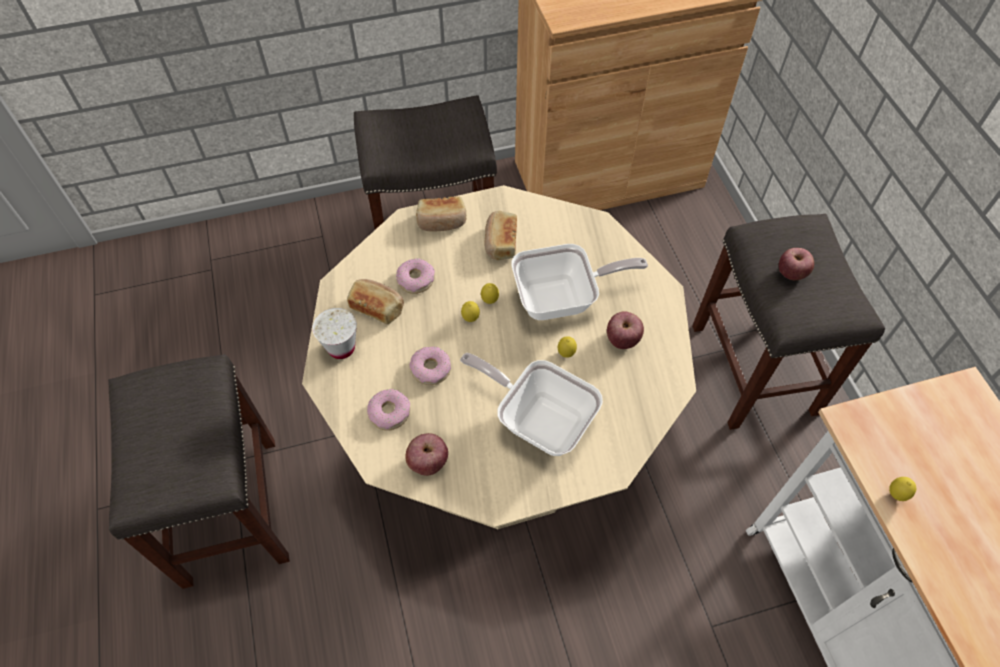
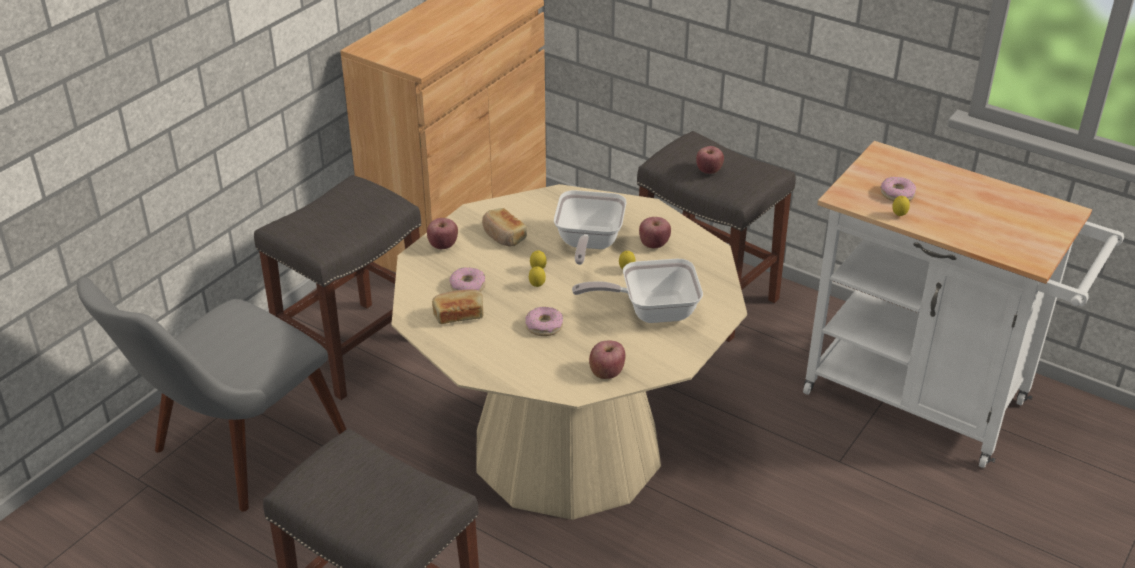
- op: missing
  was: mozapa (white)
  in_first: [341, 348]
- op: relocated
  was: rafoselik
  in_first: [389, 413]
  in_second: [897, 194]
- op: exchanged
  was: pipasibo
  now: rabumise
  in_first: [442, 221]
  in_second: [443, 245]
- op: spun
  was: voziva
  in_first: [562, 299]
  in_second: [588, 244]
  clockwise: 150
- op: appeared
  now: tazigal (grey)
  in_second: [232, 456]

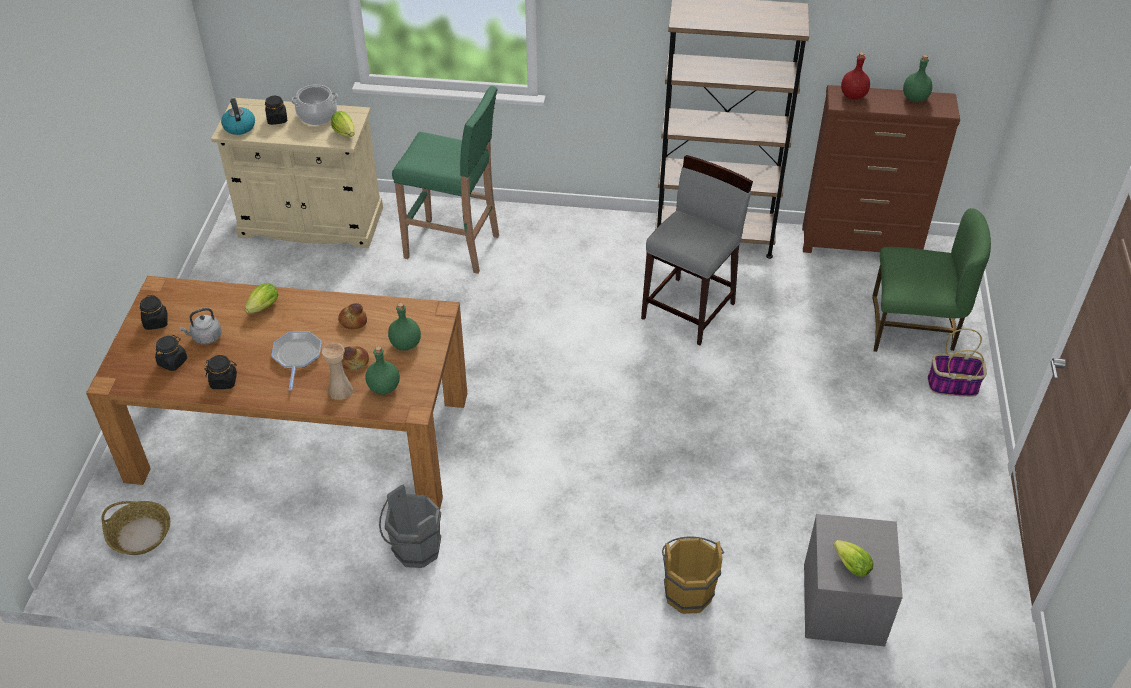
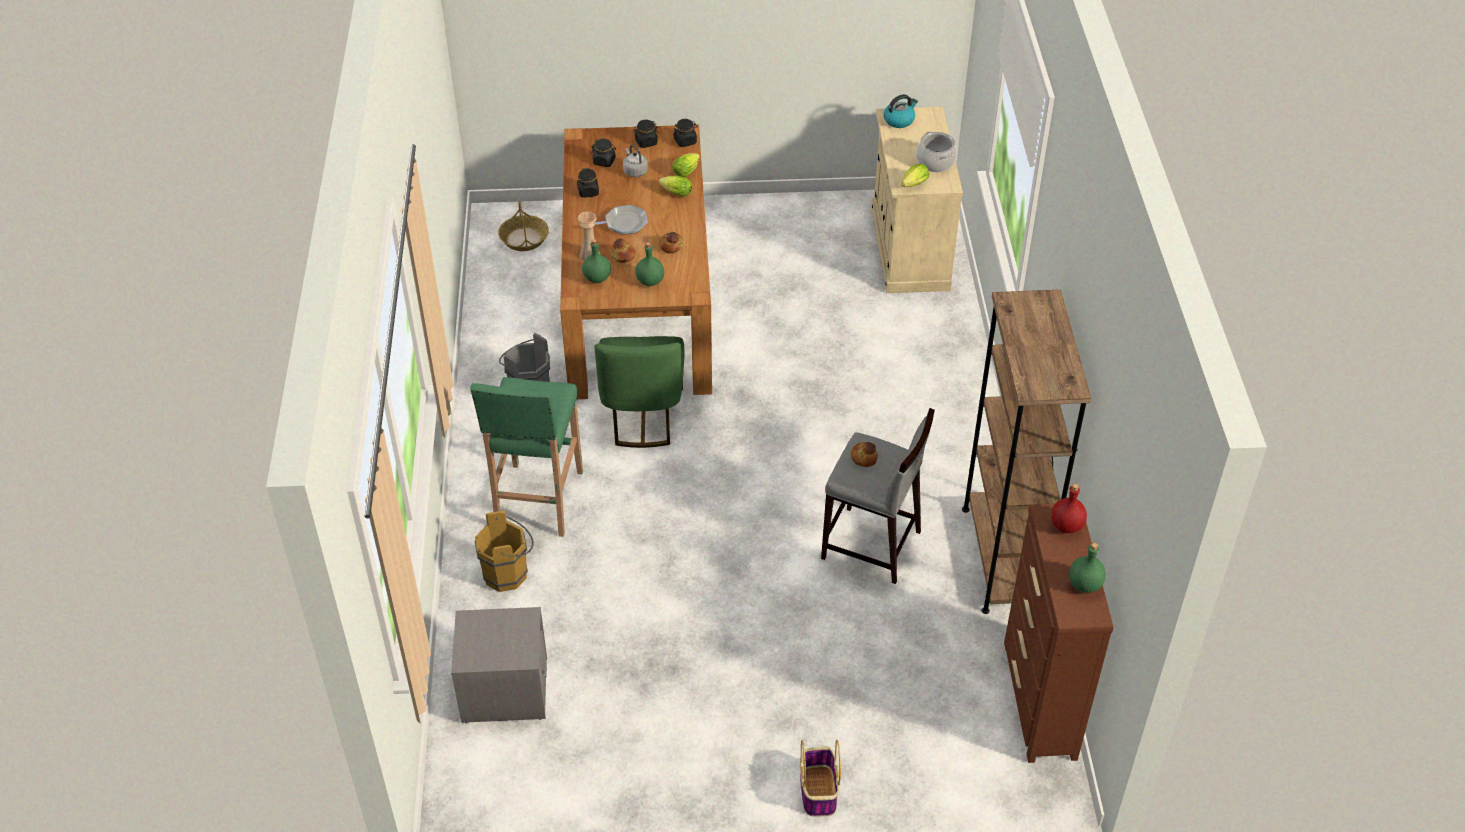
- op: relocated
  was: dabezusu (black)
  in_first: [277, 119]
  in_second: [685, 141]
- op: relocated
  was: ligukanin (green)
  in_first: [454, 247]
  in_second: [538, 501]
- op: relocated
  was: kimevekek
  in_first: [849, 564]
  in_second: [687, 171]
- op: relocated
  was: tazigal (green)
  in_first: [913, 328]
  in_second: [642, 416]
- op: appeared
  now: pipasibo
  in_second: [864, 458]

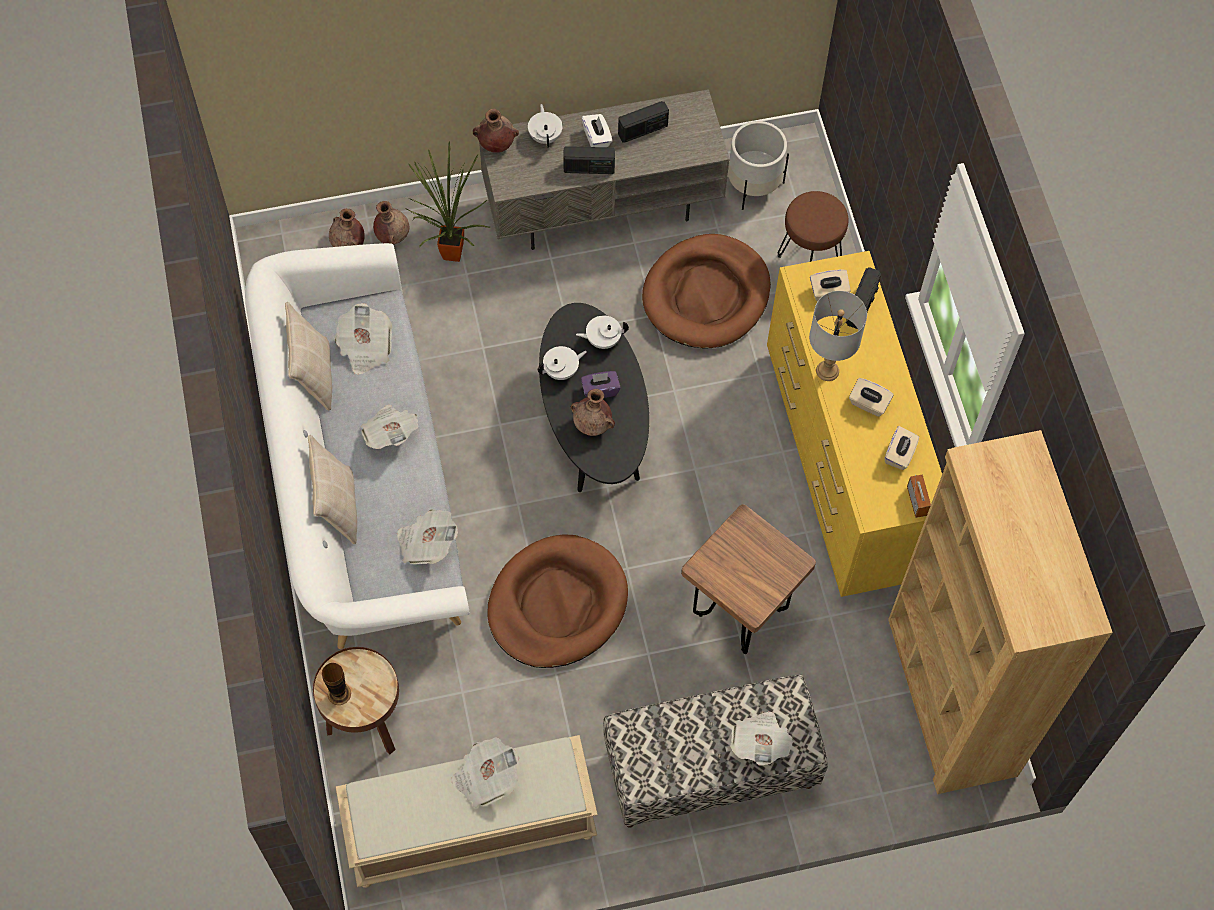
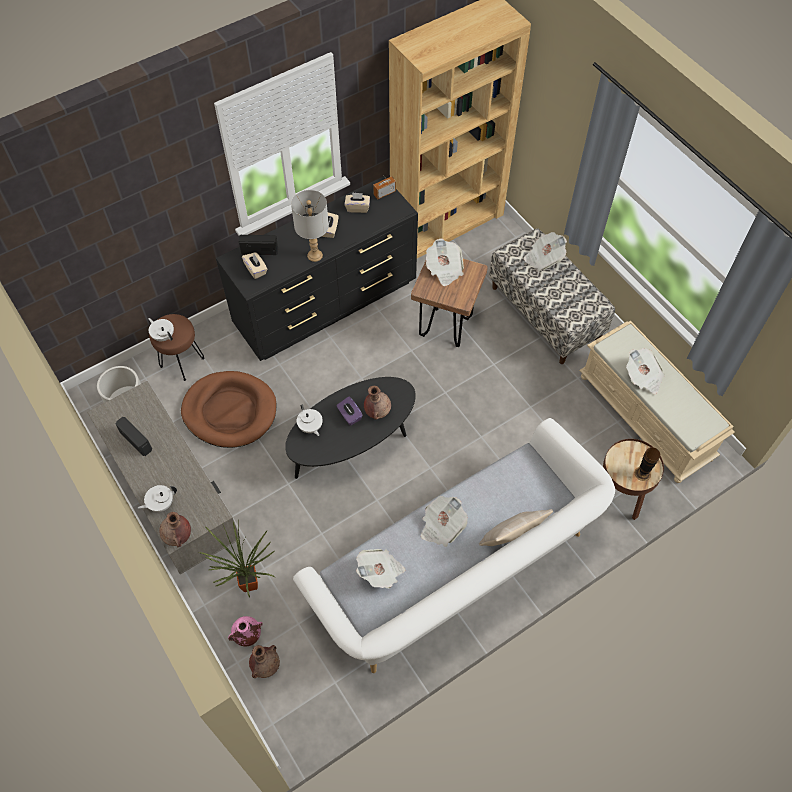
- op: missing
  was: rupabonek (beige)
  in_first: [314, 375]
- op: colour
  was: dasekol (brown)
  now: dasekol (pink)
  in_first: [392, 235]
  in_second: [247, 635]
- op: relocated
  was: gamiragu
  in_first: [427, 543]
  in_second: [444, 269]
- op: missing
  was: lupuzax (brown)
  in_first: [557, 604]
- op: relocated
  was: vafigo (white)
  in_first: [561, 371]
  in_second: [163, 336]
- op: missing
  was: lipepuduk
  in_first: [589, 168]
- op: missing
  was: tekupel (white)
  in_first: [597, 138]
- op: colour
  was: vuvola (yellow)
  now: vuvola (black)
  in_first: [843, 466]
  in_second: [327, 304]

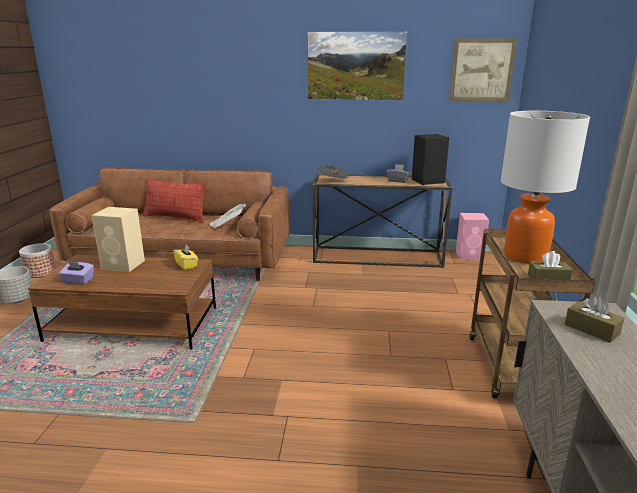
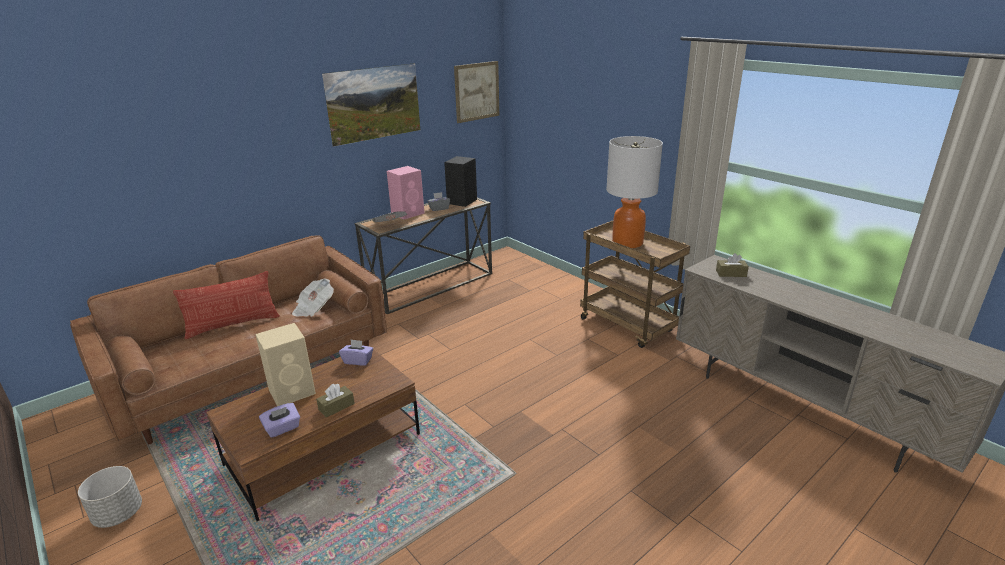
- op: missing
  was: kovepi
  in_first: [40, 272]
- op: colour
  was: tekupel (yellow)
  now: tekupel (purple)
  in_first: [186, 265]
  in_second: [358, 360]
- op: relocated
  was: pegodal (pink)
  in_first: [470, 255]
  in_second: [408, 213]
- op: relocated
  was: tekupel (brown)
  in_first: [548, 279]
  in_second: [336, 406]

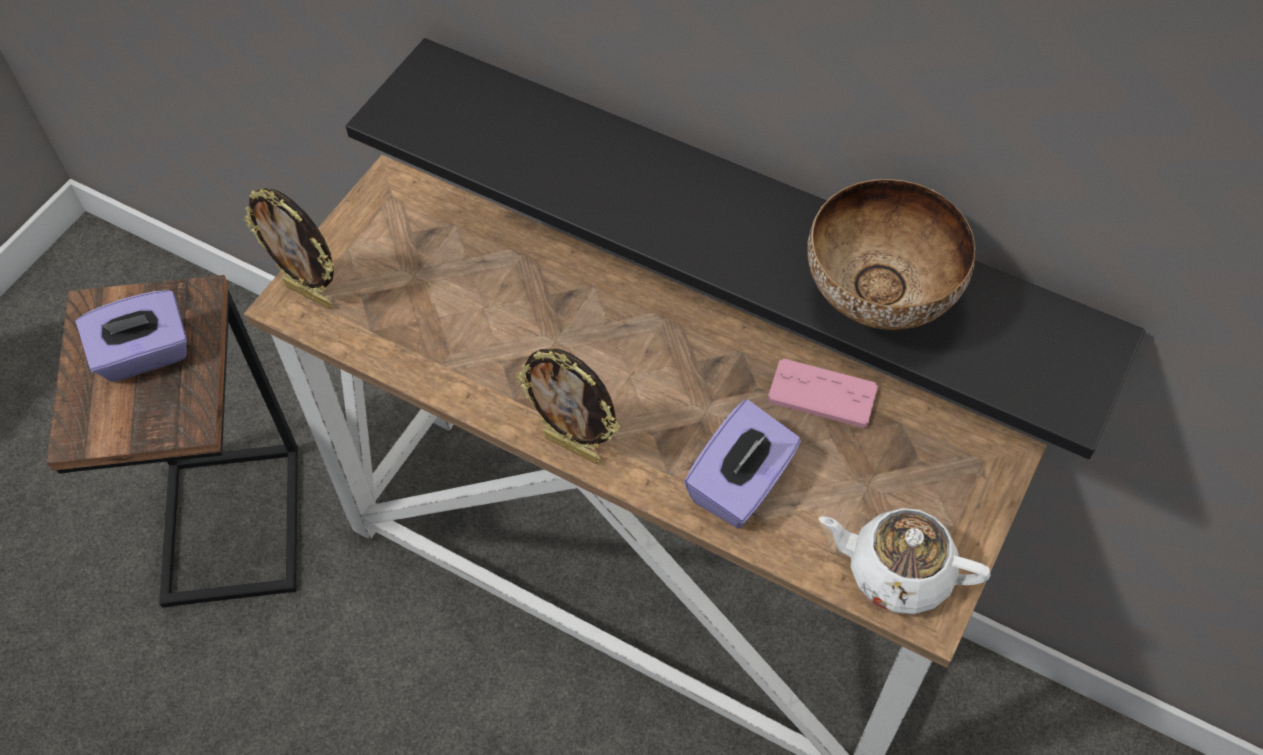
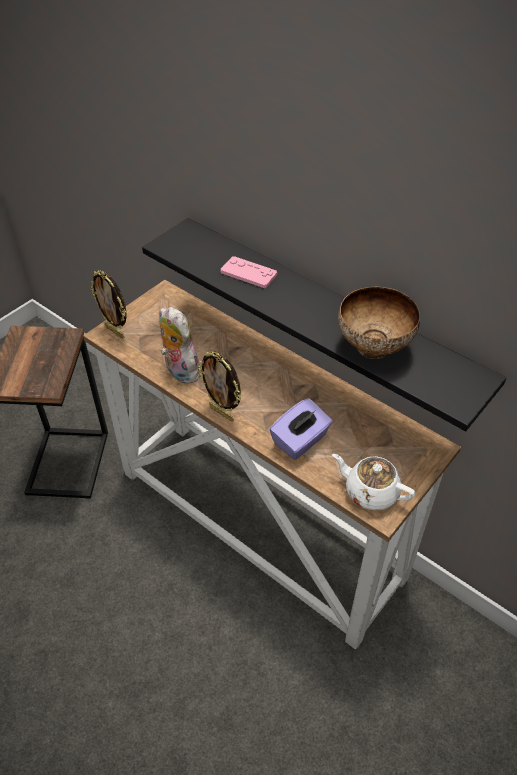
- op: missing
  was: tekupel (purple)
  in_first: [145, 355]
- op: relocated
  was: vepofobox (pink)
  in_first: [822, 394]
  in_second: [248, 273]
- op: appeared
  now: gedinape
  in_second: [179, 371]

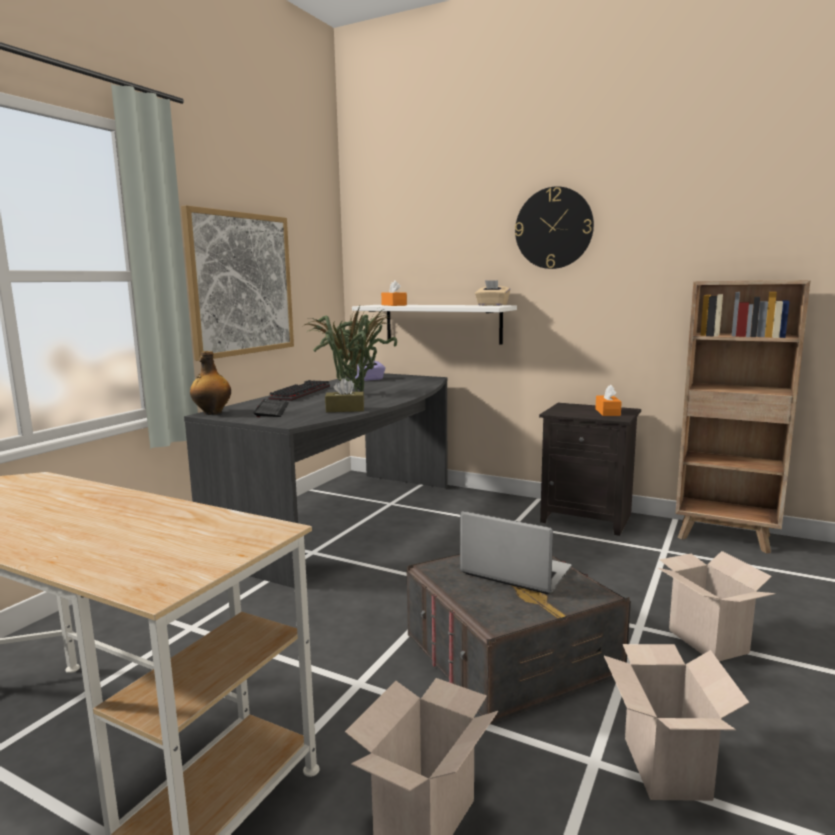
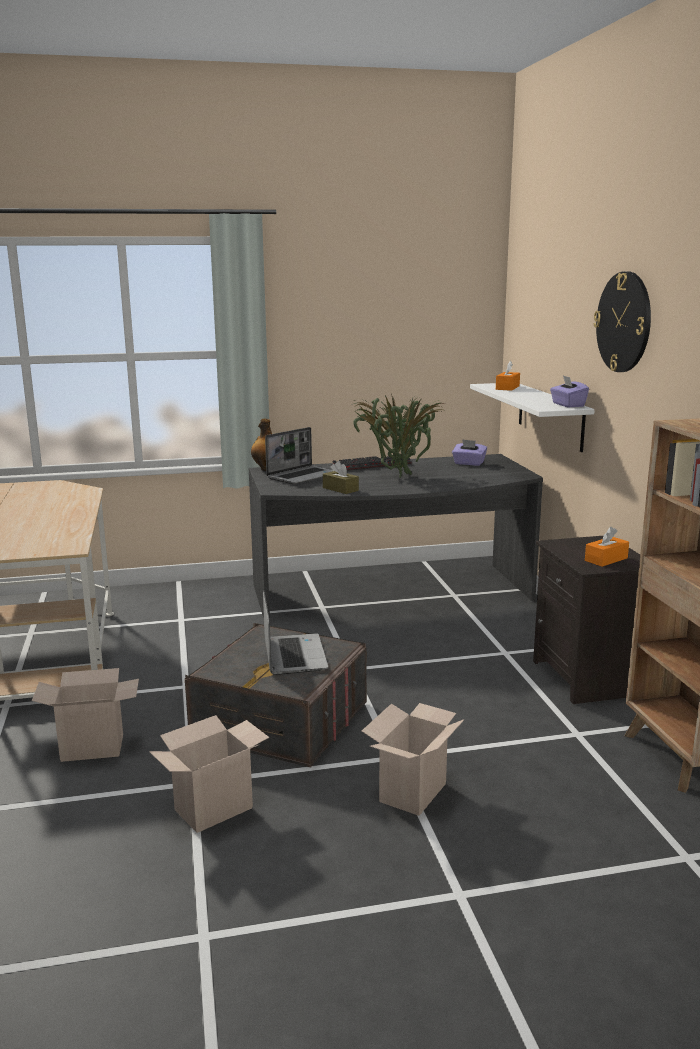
- op: missing
  was: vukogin
  in_first: [241, 284]
- op: exchanged
  was: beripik
  now: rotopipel
  in_first: [272, 410]
  in_second: [303, 476]
- op: colour
  was: tekupel (beige)
  now: tekupel (purple)
  in_first: [492, 305]
  in_second: [567, 405]

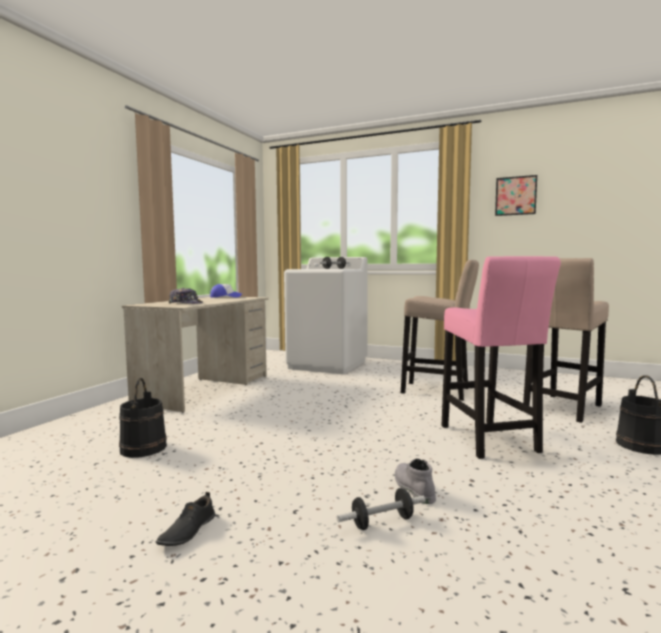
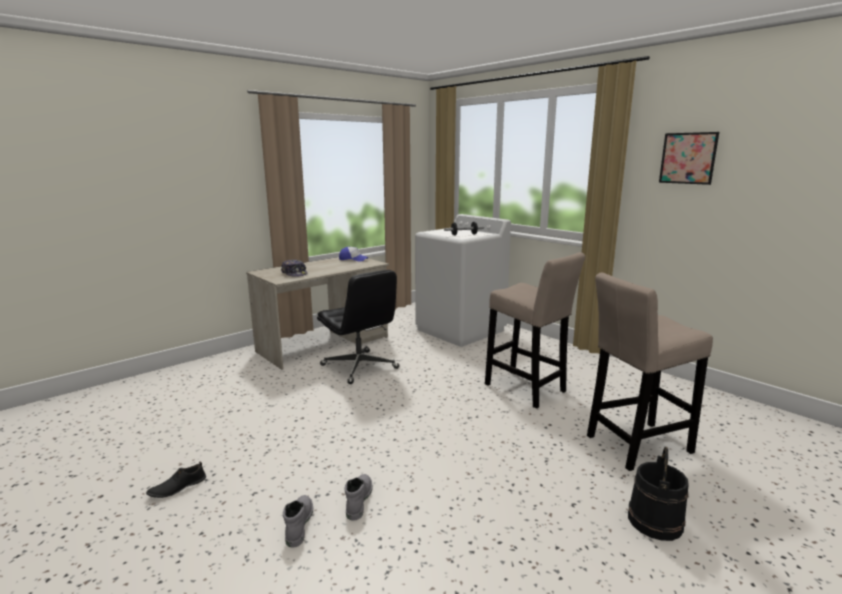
- op: missing
  was: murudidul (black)
  in_first: [143, 448]
- op: exchanged
  was: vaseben
  now: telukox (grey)
  in_first: [382, 522]
  in_second: [298, 524]
- op: missing
  was: ligukanin (pink)
  in_first: [489, 441]
- op: appeared
  now: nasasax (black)
  in_second: [360, 367]

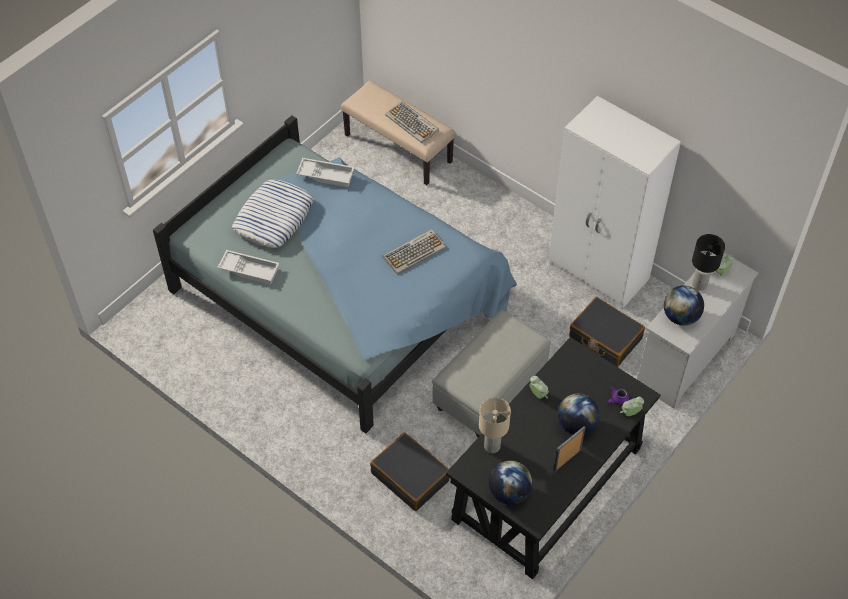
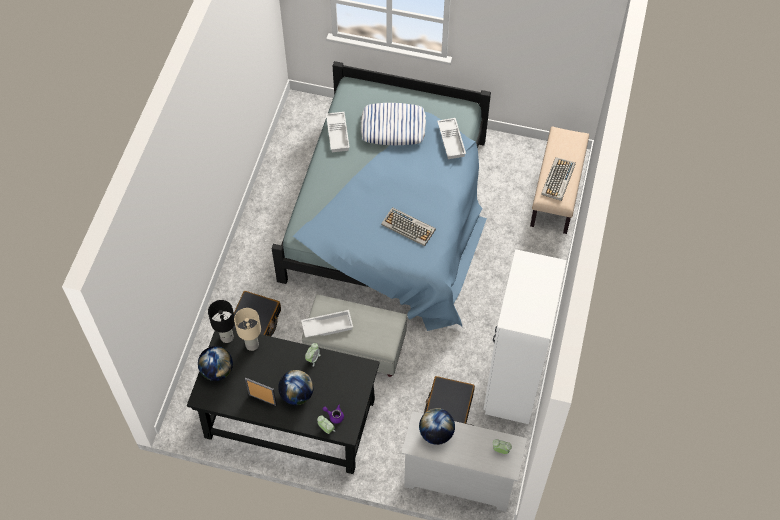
- op: relocated
  was: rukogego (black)
  in_first: [699, 284]
  in_second: [227, 337]
- op: appeared
  now: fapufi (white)
  in_second: [327, 325]

